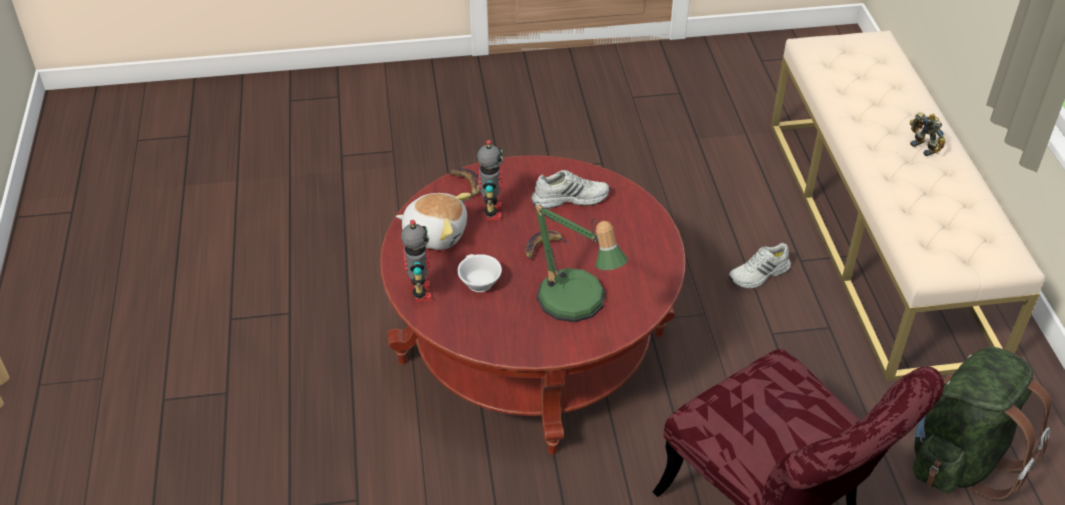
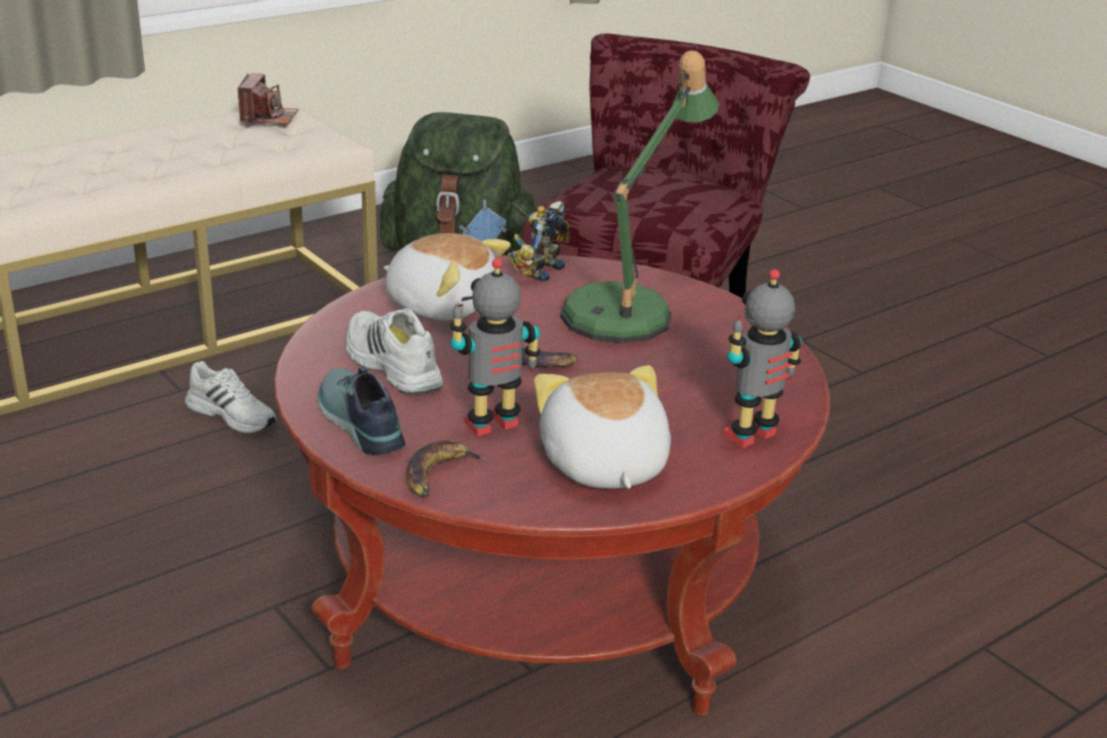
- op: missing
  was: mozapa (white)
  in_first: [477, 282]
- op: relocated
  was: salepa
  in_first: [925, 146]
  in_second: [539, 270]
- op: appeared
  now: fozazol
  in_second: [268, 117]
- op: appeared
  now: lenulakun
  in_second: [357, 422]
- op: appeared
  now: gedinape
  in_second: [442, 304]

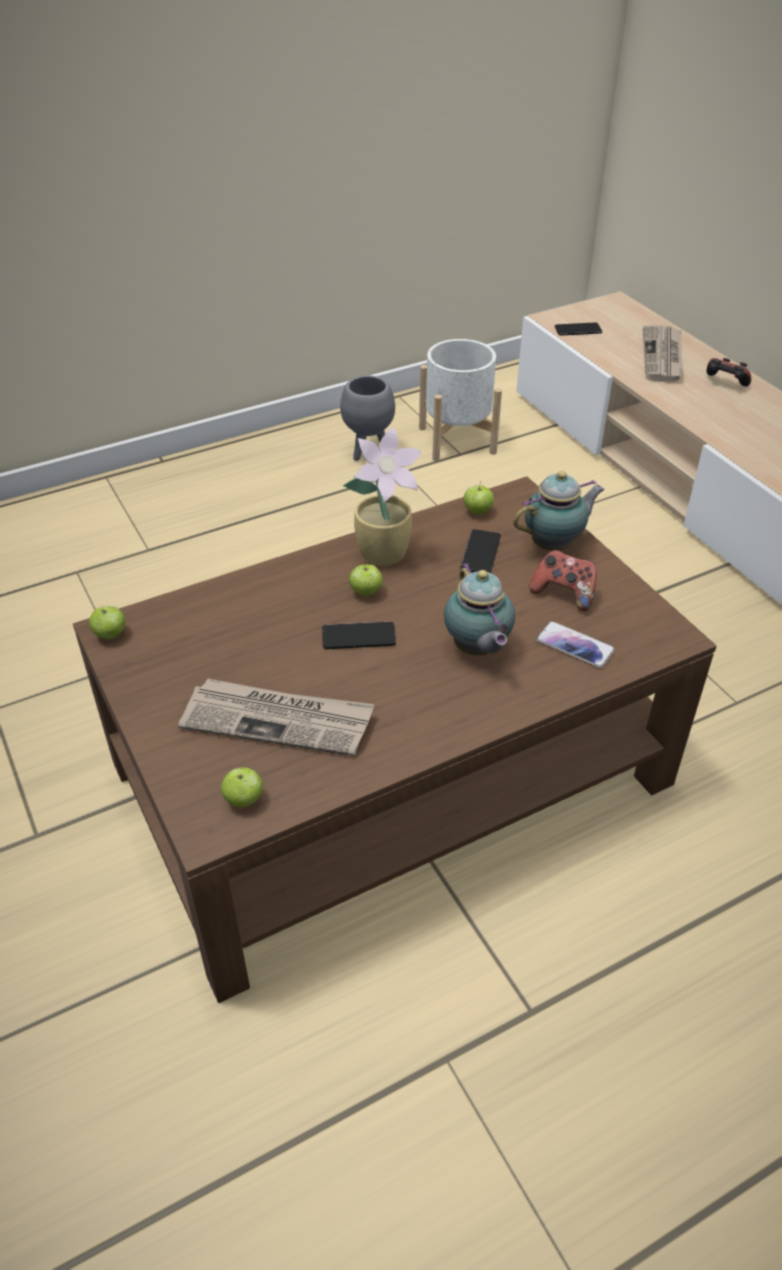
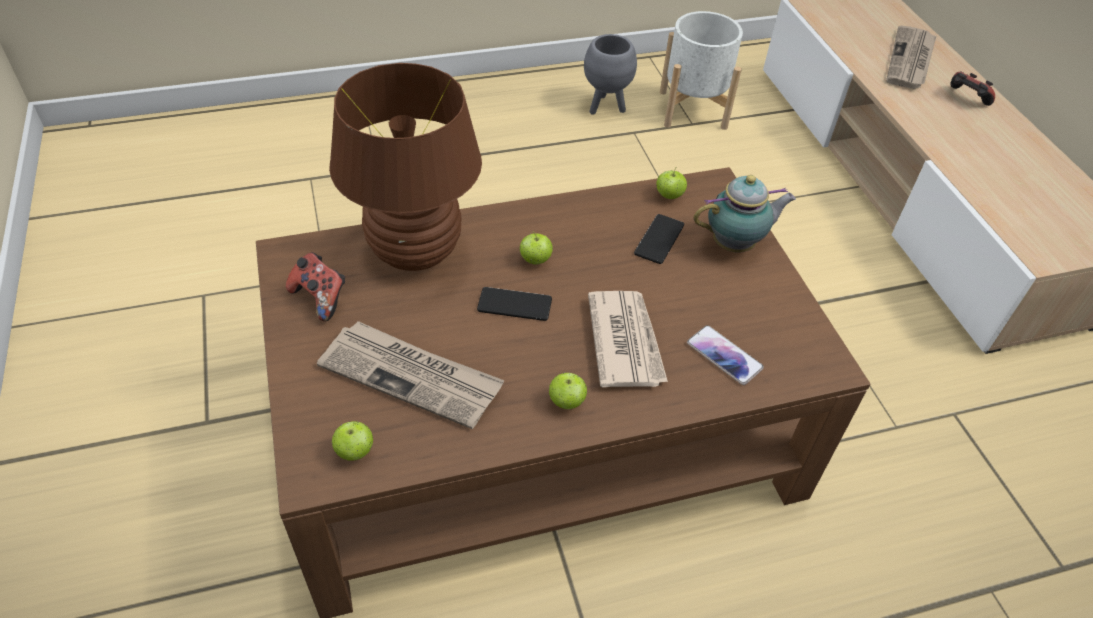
- op: relocated
  was: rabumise
  in_first: [110, 635]
  in_second: [566, 402]
- op: missing
  was: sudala
  in_first: [386, 553]
- op: exchanged
  was: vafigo
  now: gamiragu
  in_first: [477, 649]
  in_second: [625, 341]
- op: relocated
  was: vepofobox
  in_first: [563, 593]
  in_second: [320, 298]
- op: missing
  was: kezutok
  in_first: [578, 330]
- op: appeared
  now: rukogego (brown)
  in_second: [415, 251]

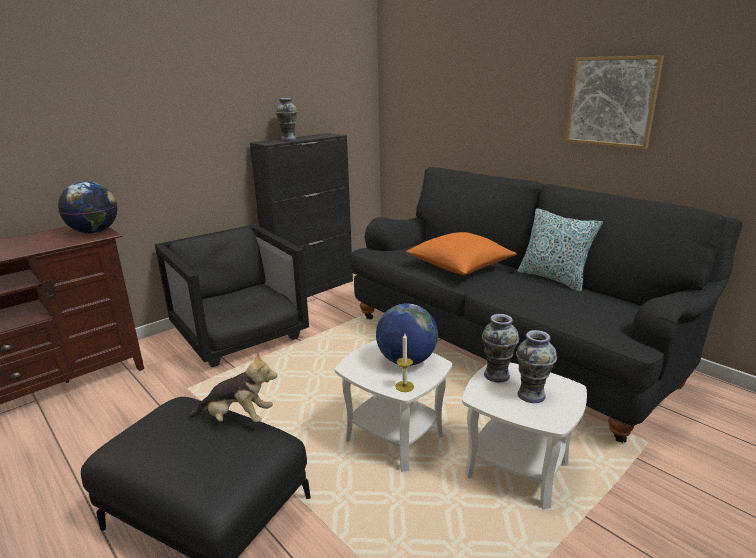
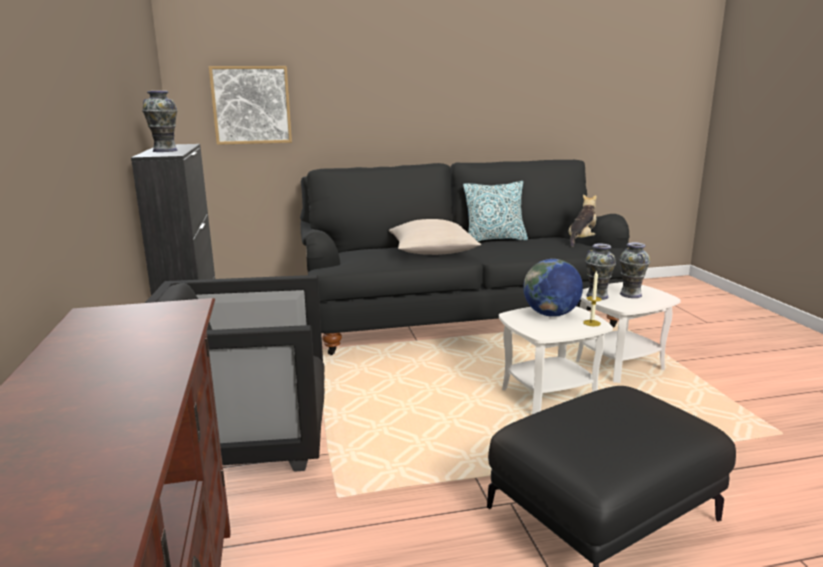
- op: missing
  was: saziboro
  in_first: [94, 232]
- op: relocated
  was: gedinape
  in_first: [237, 418]
  in_second: [582, 240]
- op: colour
  was: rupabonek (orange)
  now: rupabonek (beige)
  in_first: [460, 266]
  in_second: [432, 251]
- op: relocated
  was: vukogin
  in_first: [612, 101]
  in_second: [251, 105]

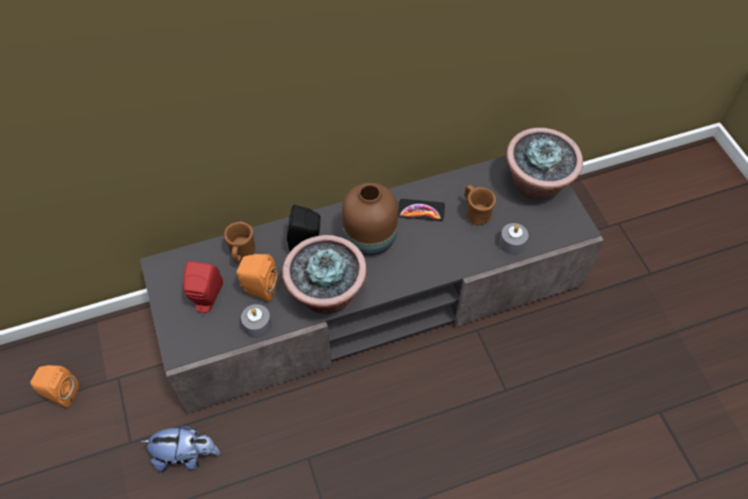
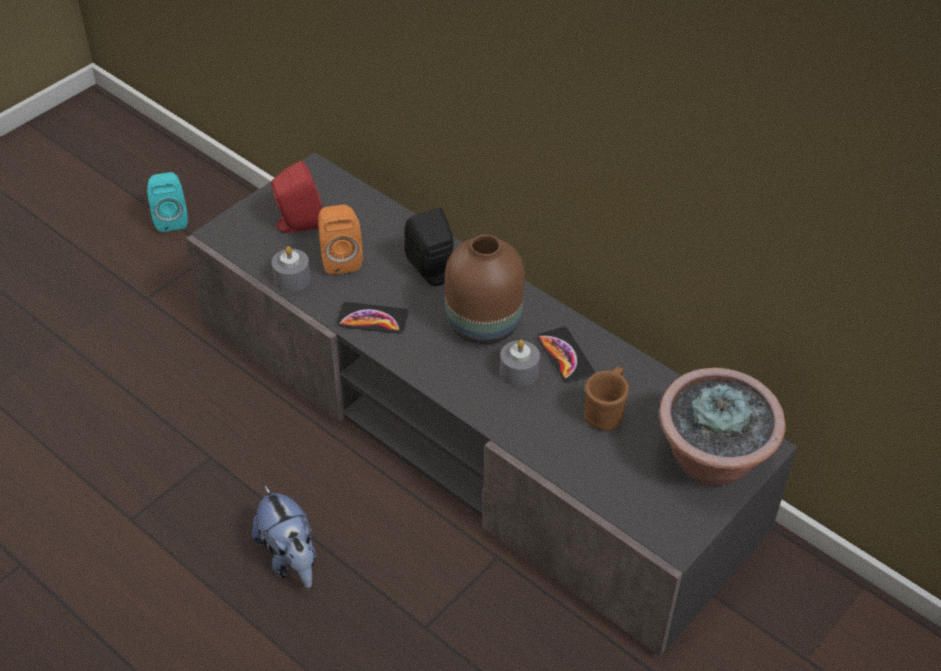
- op: colour
  was: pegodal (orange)
  now: pegodal (turquoise)
  in_first: [60, 393]
  in_second: [171, 219]
- op: relocated
  was: gedinape
  in_first: [186, 456]
  in_second: [290, 558]
- op: missing
  was: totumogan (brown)
  in_first: [242, 254]
- op: exchanged
  was: sudala
  now: kezutok
  in_first: [326, 294]
  in_second: [372, 319]
- op: relocated
  was: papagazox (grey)
  in_first: [512, 243]
  in_second: [519, 372]

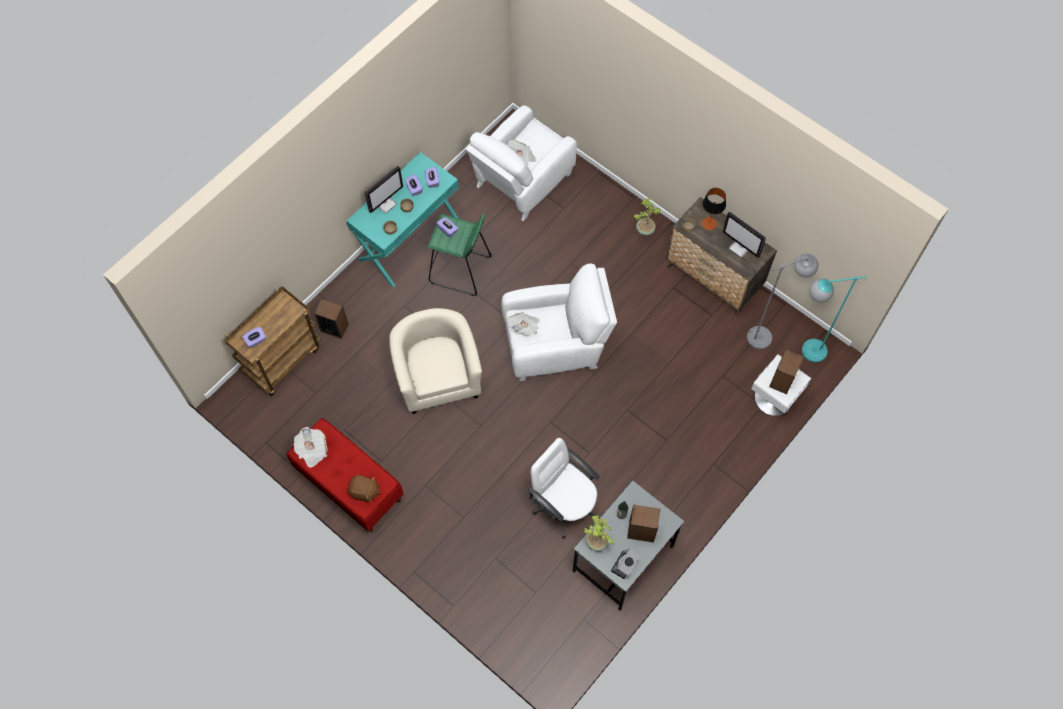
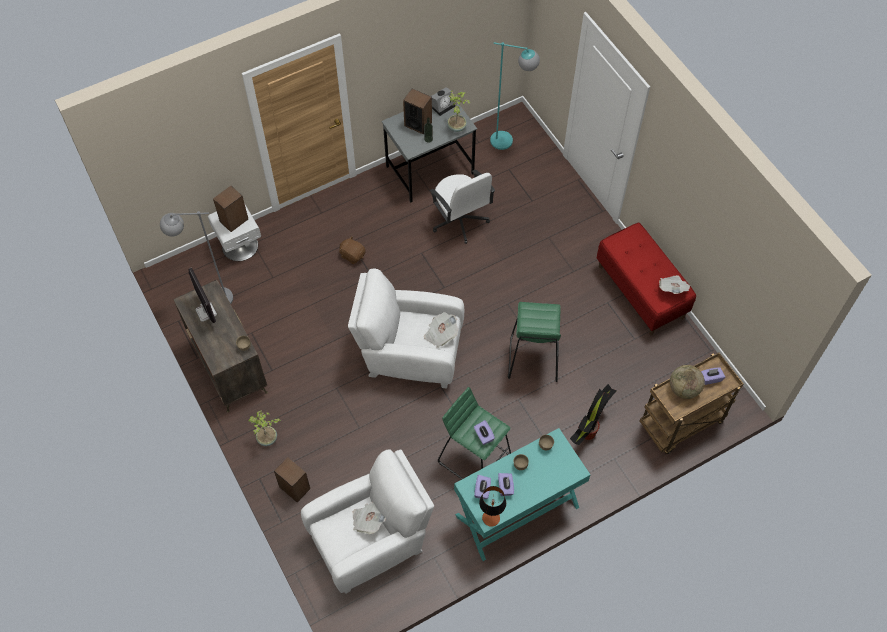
- op: relocated
  was: pegodal
  in_first: [334, 327]
  in_second: [294, 488]
- op: relocated
  was: gedinape (brown)
  in_first: [364, 492]
  in_second: [352, 255]
- op: missing
  was: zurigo
  in_first: [386, 203]
- op: exchanged
  was: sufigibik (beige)
  now: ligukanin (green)
  in_first: [438, 377]
  in_second: [533, 358]
- op: relocated
  was: rukogego
  in_first: [709, 223]
  in_second: [491, 518]
- op: relocated
  was: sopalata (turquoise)
  in_first: [805, 352]
  in_second: [509, 142]
- op: appeared
  now: sudala
  in_second: [588, 432]
- op: appeared
  now: saziboro
  in_second: [684, 389]

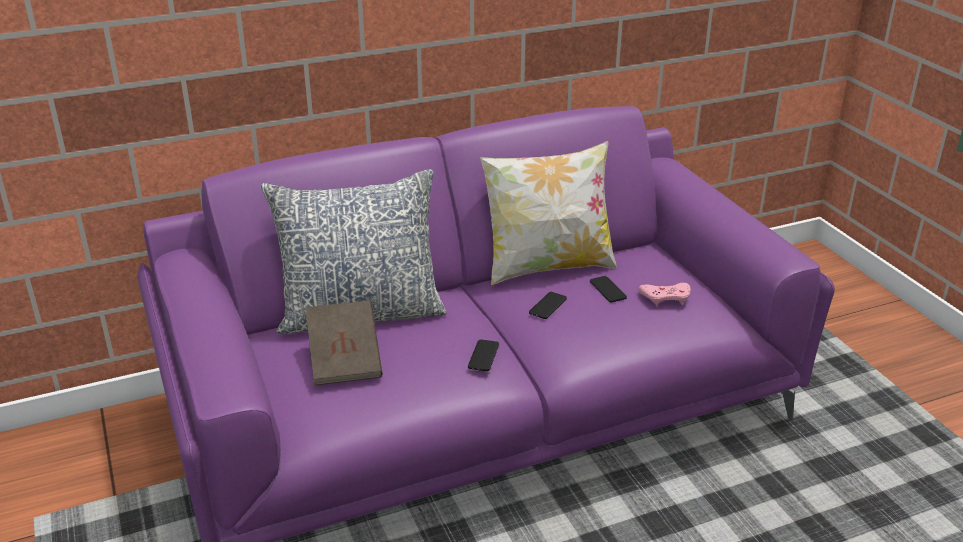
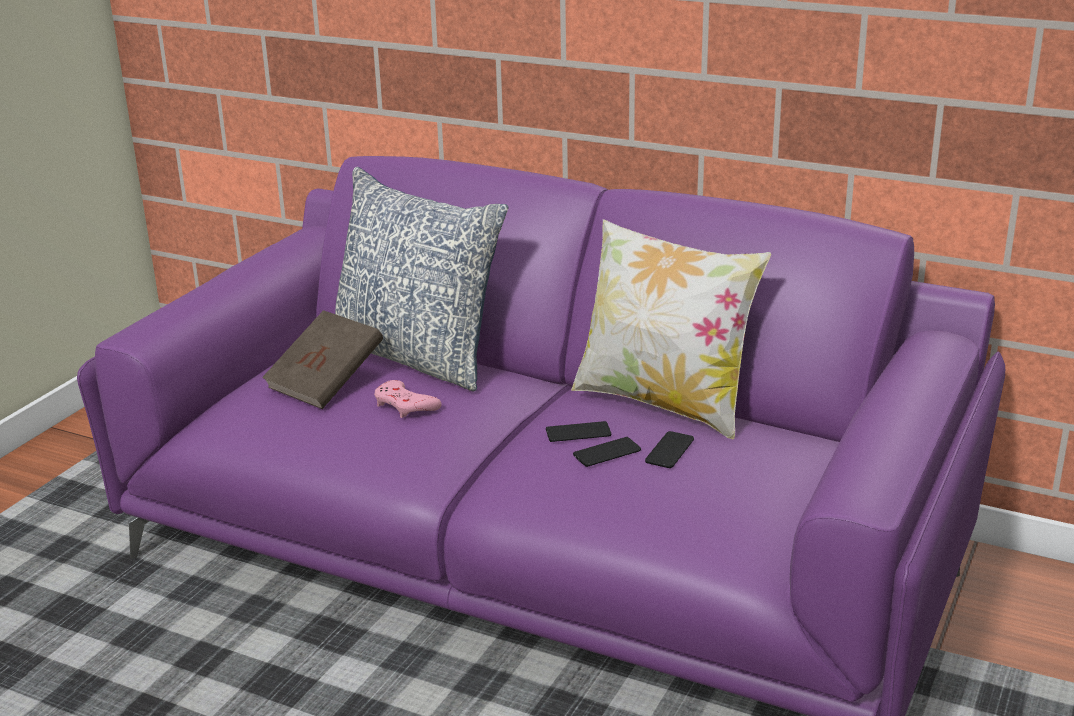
- op: relocated
  was: kezutok
  in_first: [483, 356]
  in_second: [607, 453]
- op: relocated
  was: vepofobox (pink)
  in_first: [666, 297]
  in_second: [405, 405]

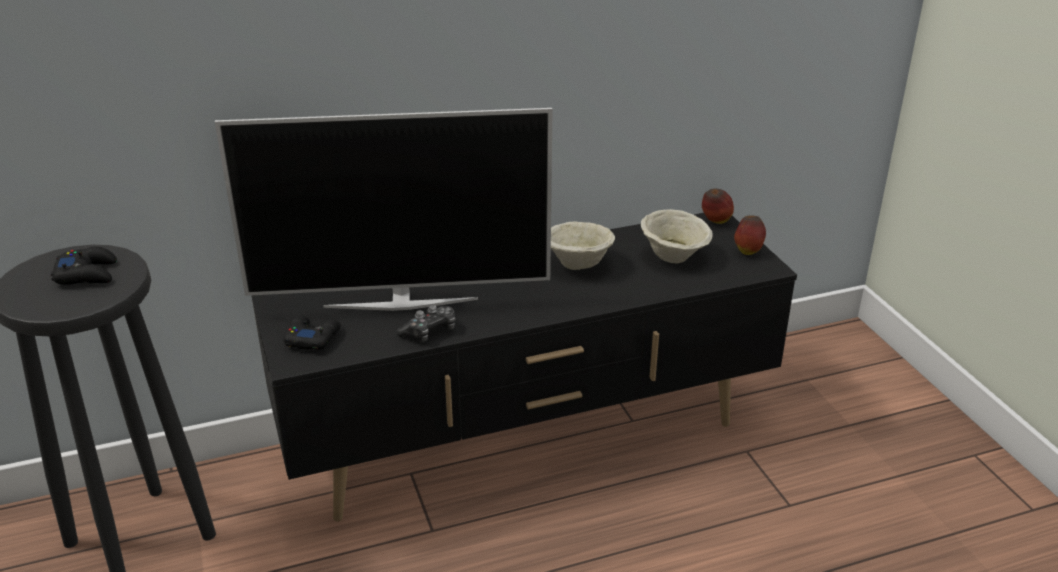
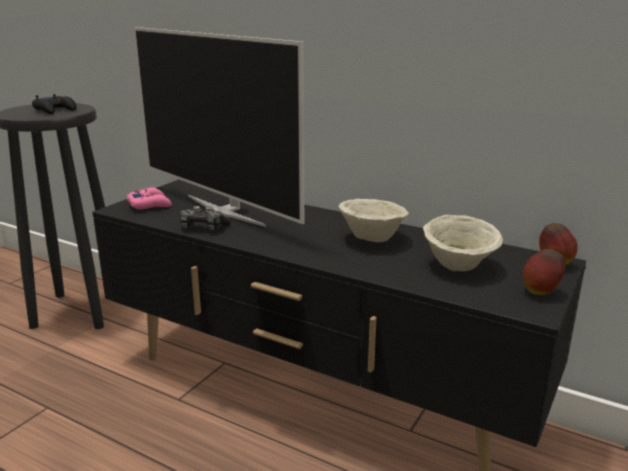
- op: colour
  was: vepofobox (black)
  now: vepofobox (pink)
  in_first: [312, 338]
  in_second: [150, 204]

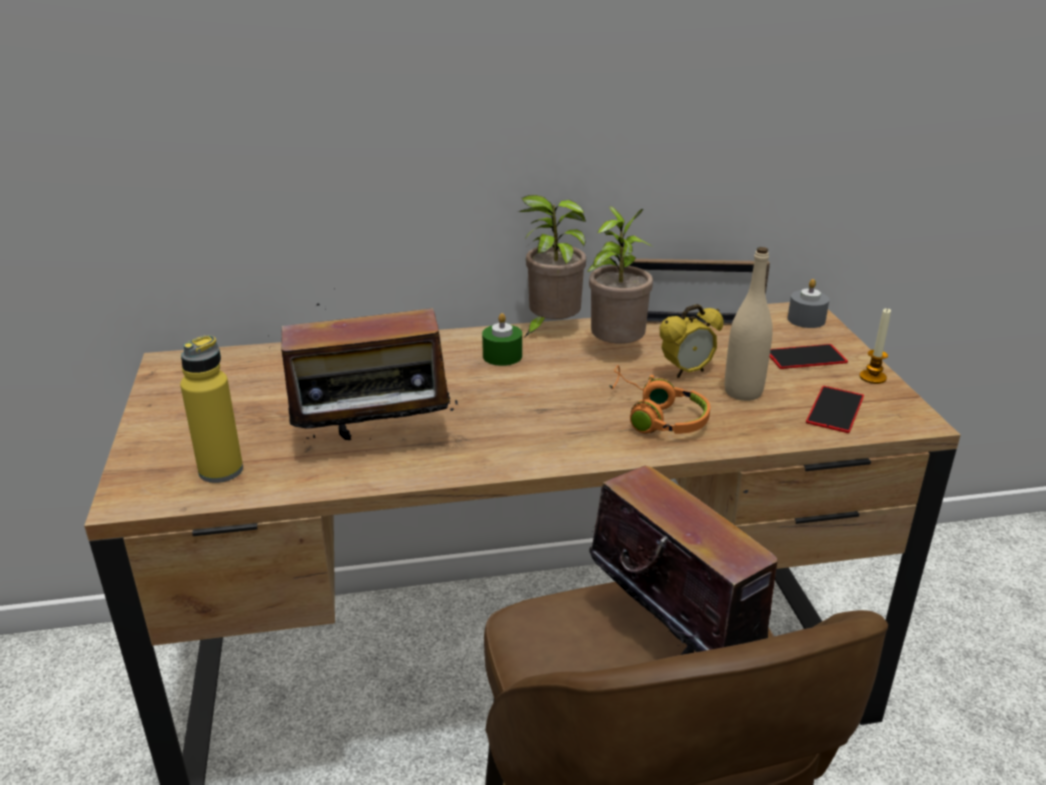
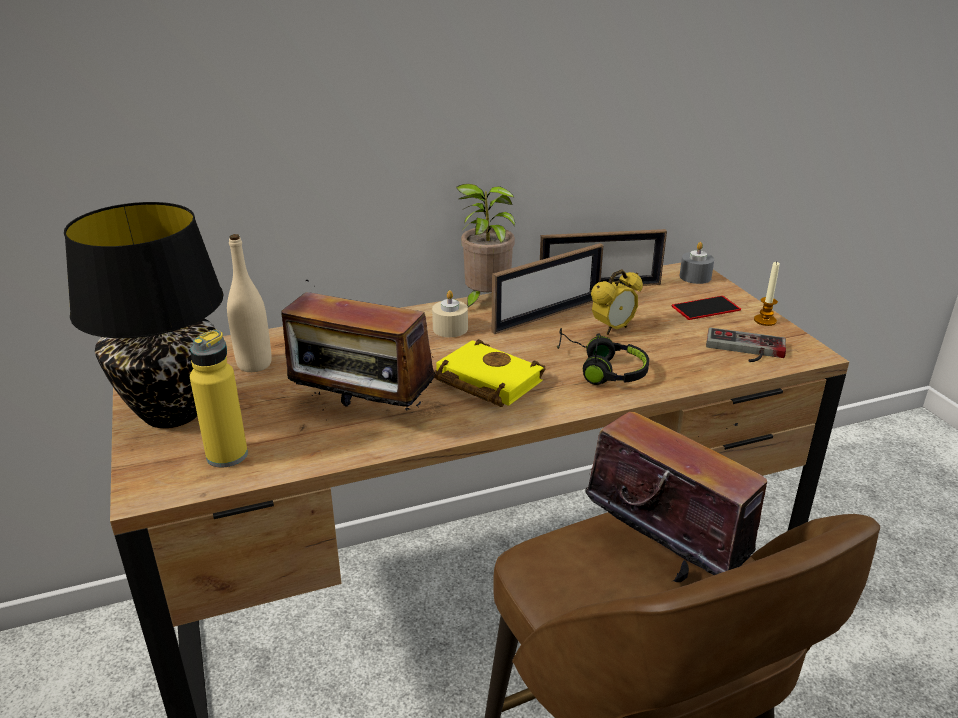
- op: spun
  was: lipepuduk
  in_first: [374, 443]
  in_second: [362, 416]
  clockwise: 45
- op: colour
  was: papagazox (green)
  now: papagazox (beige)
  in_first: [502, 356]
  in_second: [450, 328]
- op: exchanged
  was: sudala
  now: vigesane
  in_first: [616, 350]
  in_second: [547, 315]
- op: colour
  was: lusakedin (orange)
  now: lusakedin (black)
  in_first: [655, 416]
  in_second: [600, 369]
- op: relocated
  was: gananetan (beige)
  in_first: [743, 392]
  in_second: [254, 364]
- op: exchanged
  was: kezutok
  now: vepofobox
  in_first: [835, 409]
  in_second: [745, 350]
- op: appeared
  now: rukogego (black)
  in_second: [173, 414]
- op: appeared
  now: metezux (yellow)
  in_second: [484, 381]

